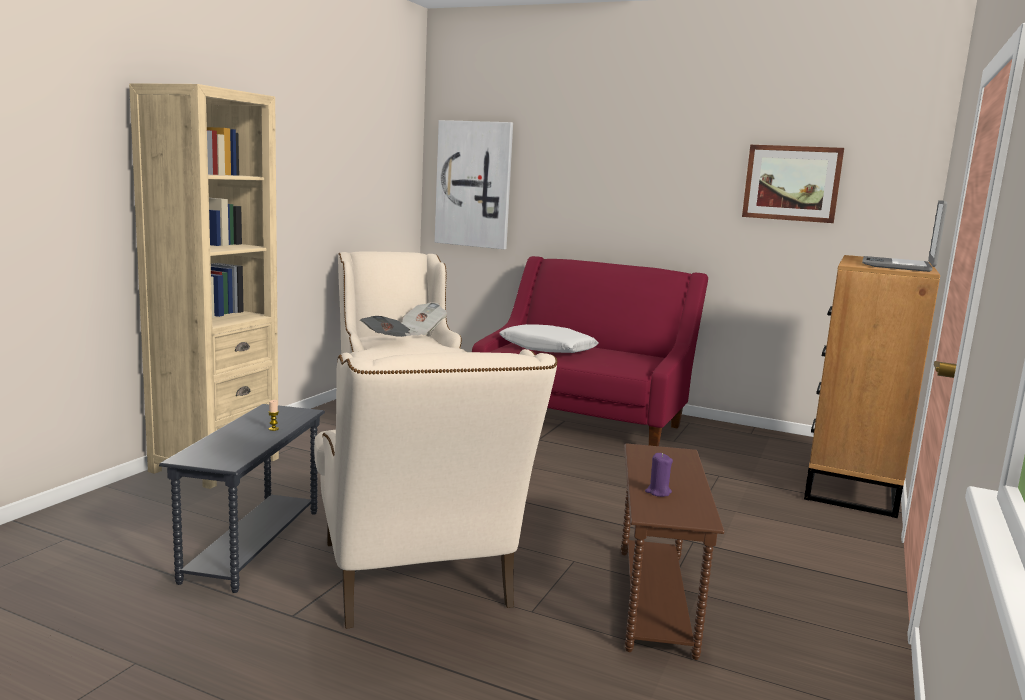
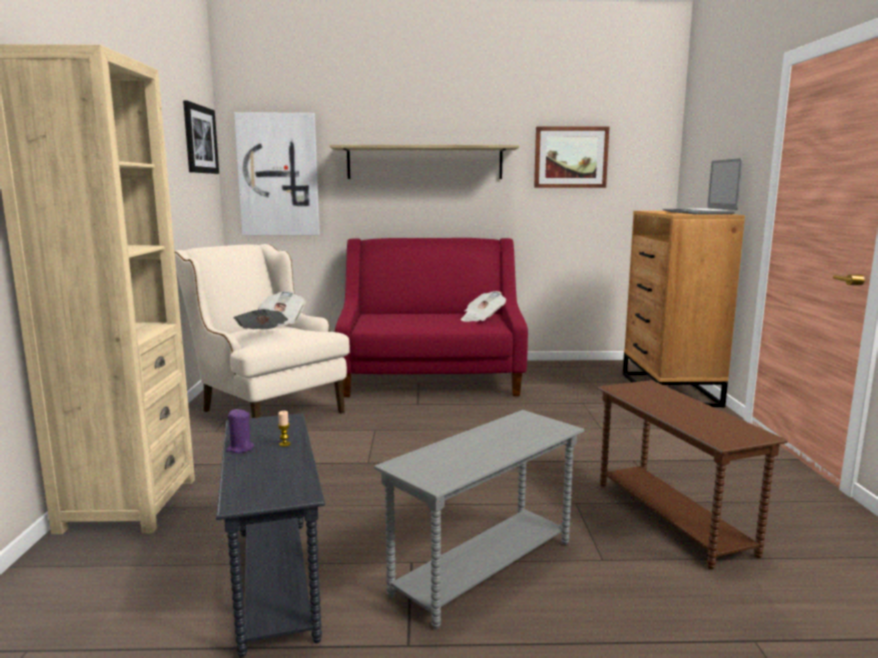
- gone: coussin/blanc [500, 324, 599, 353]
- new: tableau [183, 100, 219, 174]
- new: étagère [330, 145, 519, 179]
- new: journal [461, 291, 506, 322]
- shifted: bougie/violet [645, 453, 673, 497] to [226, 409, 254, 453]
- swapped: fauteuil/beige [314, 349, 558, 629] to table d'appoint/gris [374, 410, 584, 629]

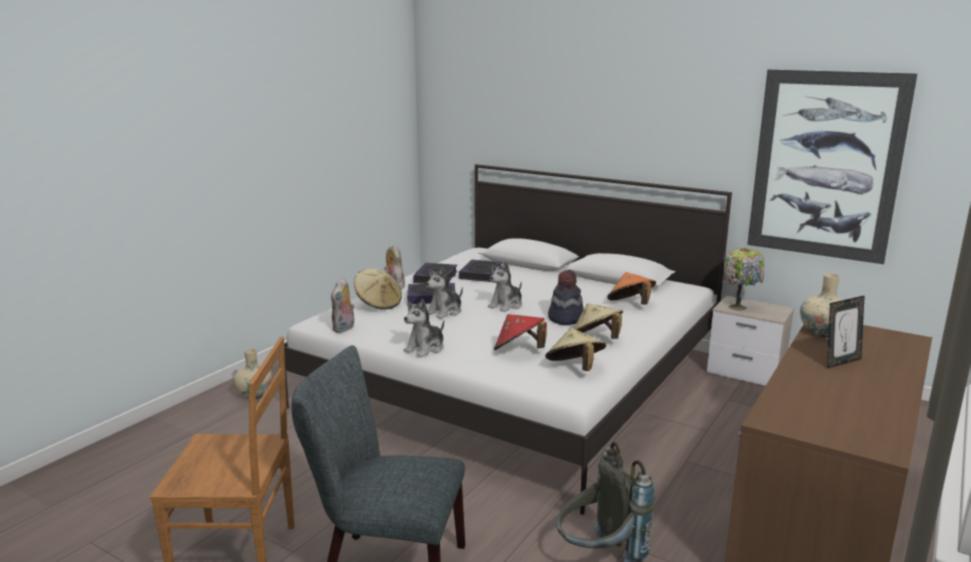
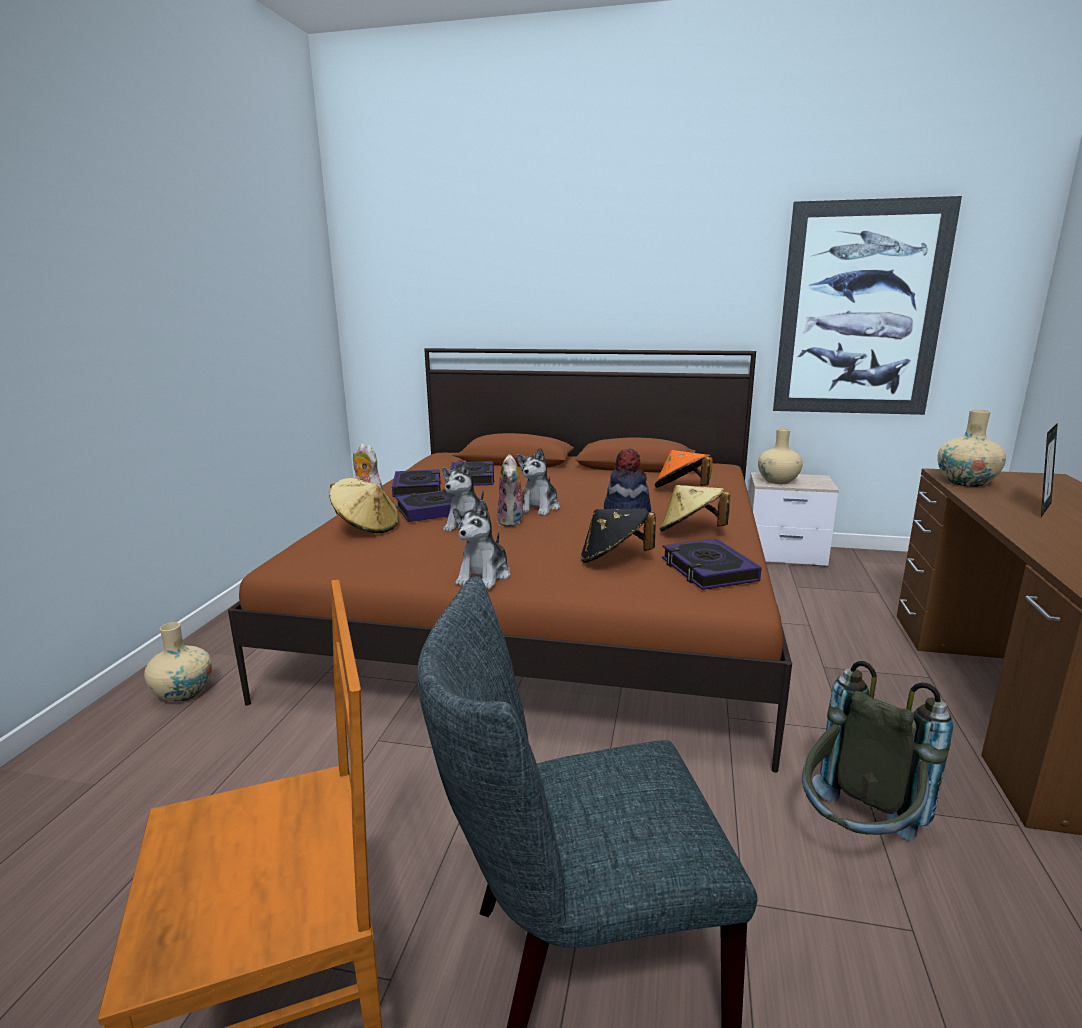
- shifted: peluche [331, 278, 354, 333] to [497, 454, 527, 527]
- swapped: chapeau/beige [545, 328, 606, 371] to livre [662, 538, 762, 590]
- swapped: lampe de table [723, 248, 765, 310] to vase/beige [758, 428, 803, 484]
- repainted: lit/blanc [284, 164, 732, 515] to lit/marron [228, 348, 792, 773]
- repainted: chapeau/rouge [494, 314, 547, 350] to chapeau/noir [580, 508, 656, 563]

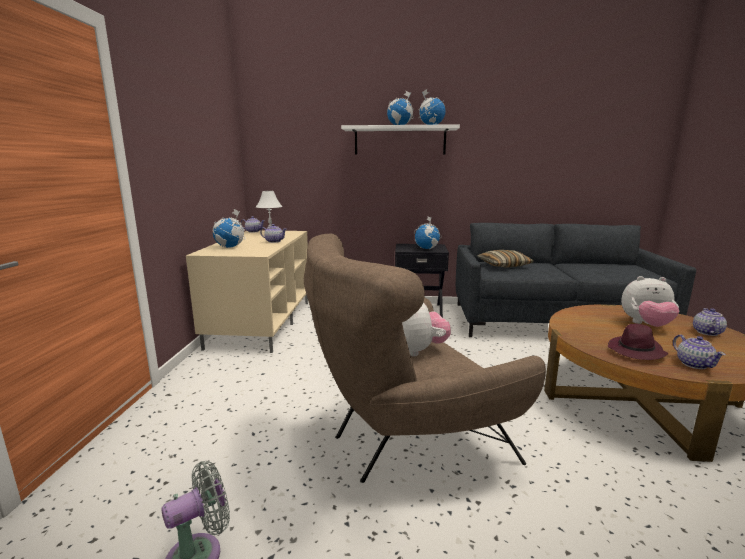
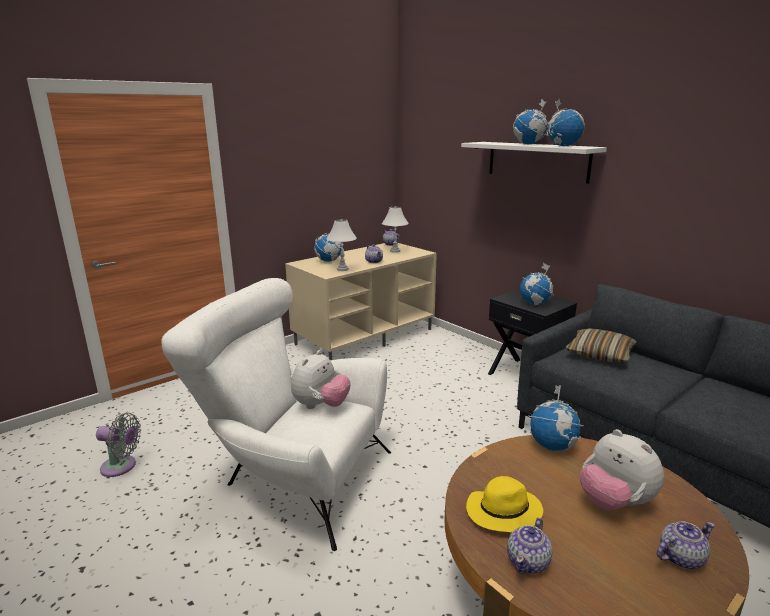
- new: lampe de table/blanc [326, 219, 357, 271]
- new: globe [528, 385, 584, 451]
- repainted: fauteuil/marron [304, 234, 546, 483] to fauteuil/blanc [161, 278, 391, 551]
- repainted: chapeau/violet [608, 324, 668, 360] to chapeau/jaune [466, 476, 543, 532]

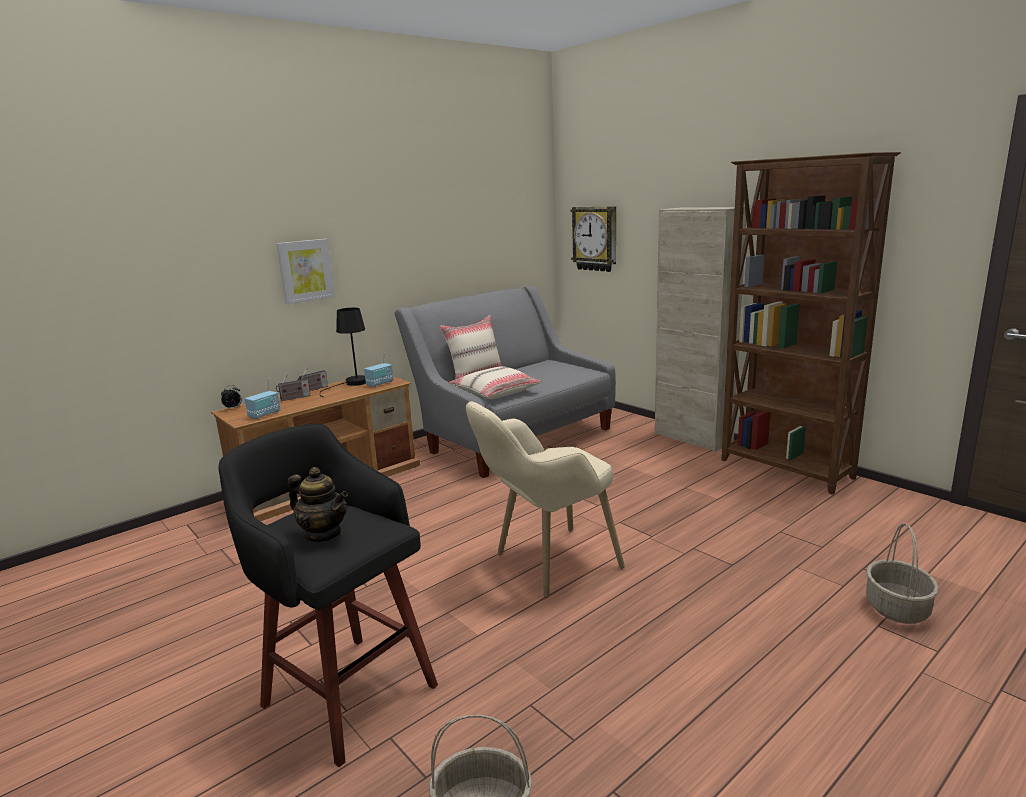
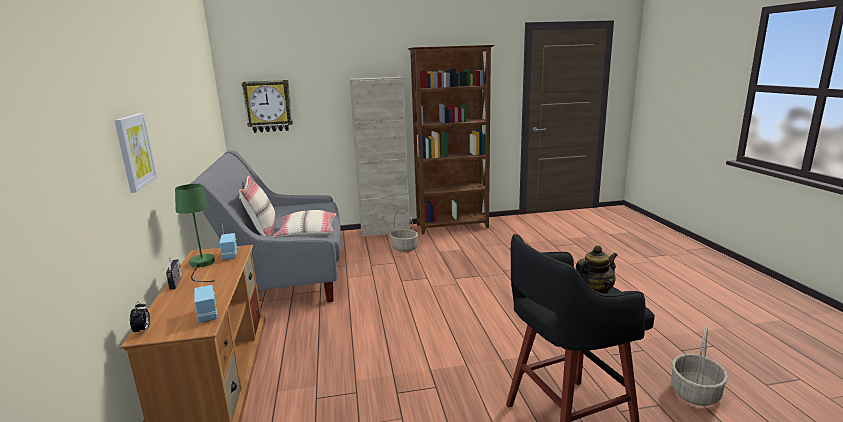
- gone: radio [276, 373, 311, 401]
- gone: fauteuil/beige [466, 401, 625, 598]
- shifted: panier [866, 523, 939, 624] to [389, 210, 418, 252]
- repainted: lampe de table/noir [319, 308, 366, 397] to lampe de table/vert [175, 184, 215, 282]

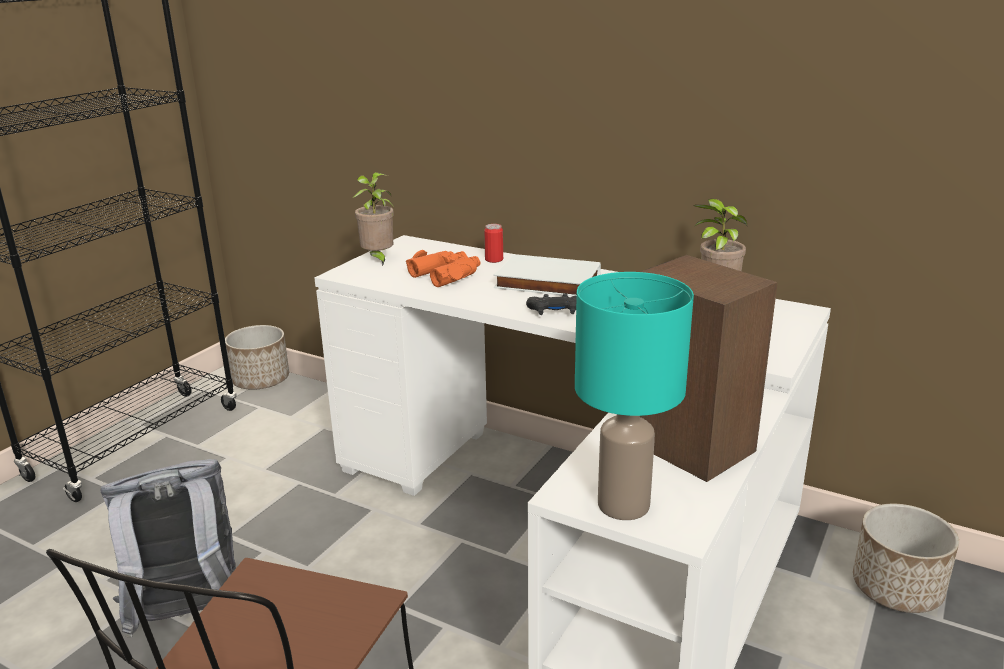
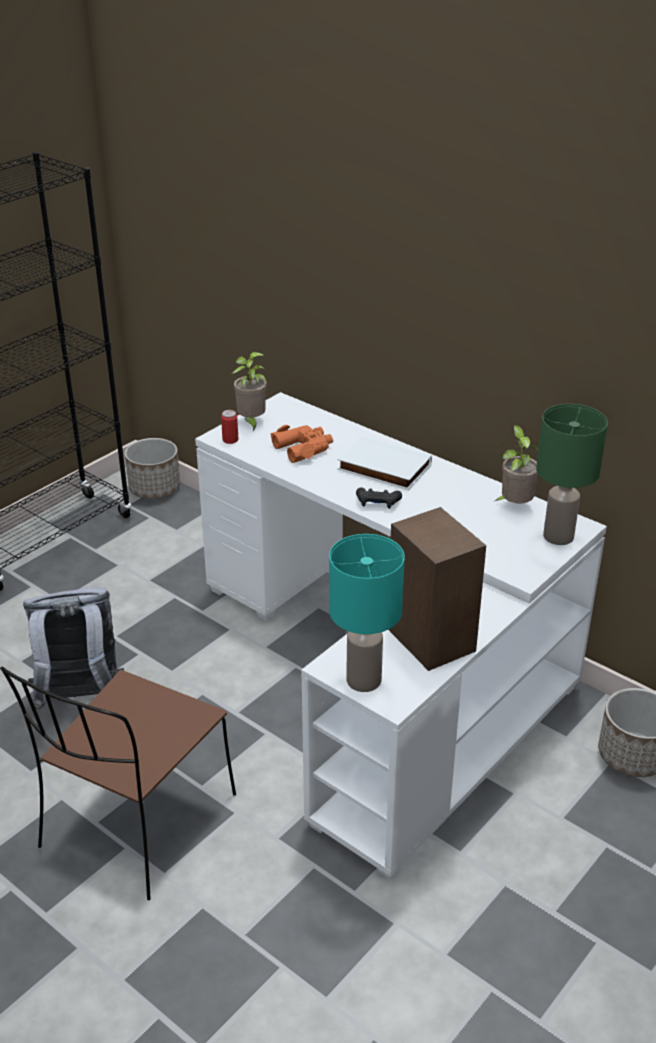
- new: lampe de table/vert [536, 404, 608, 545]
- shifted: boîte métallique [484, 224, 503, 263] to [221, 410, 239, 444]

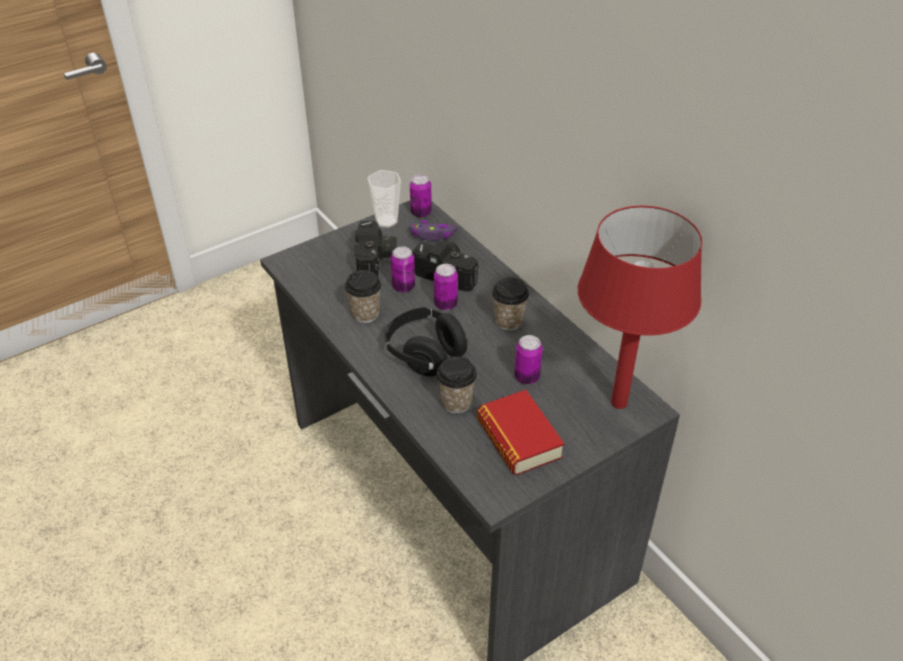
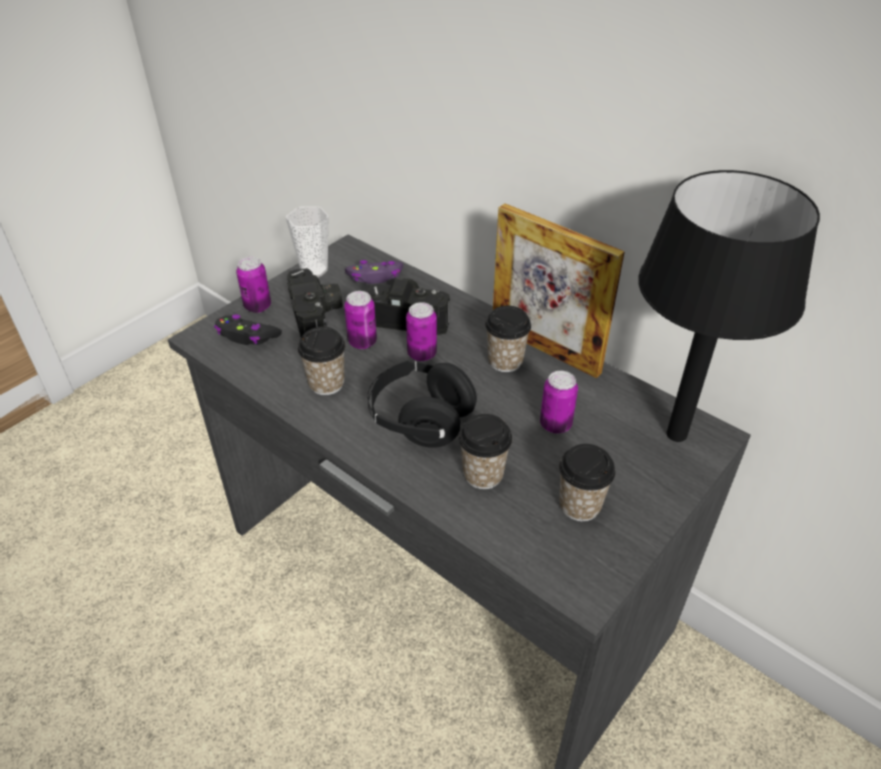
- new: manette/noir [214, 314, 282, 345]
- new: cadre photo [493, 203, 625, 378]
- shifted: boîte métallique [410, 174, 432, 218] to [236, 257, 271, 313]
- swapped: livre [477, 390, 564, 475] to tasse [559, 444, 615, 521]
- repainted: lampe de table/rouge [578, 205, 702, 409] to lampe de table/noir [638, 170, 820, 442]

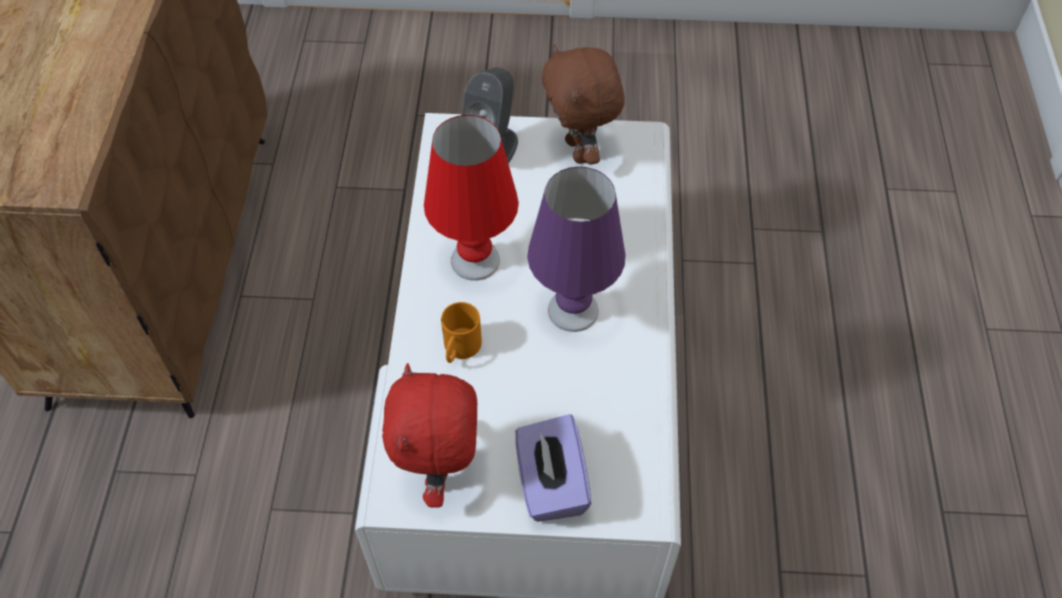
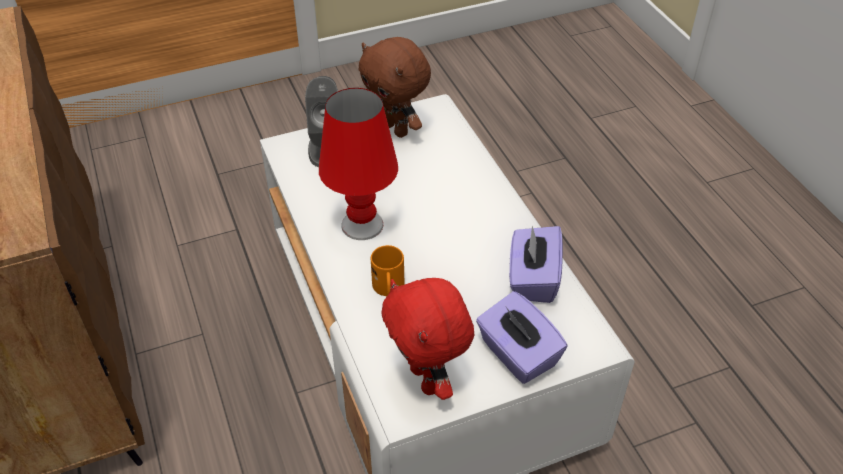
- gone: lampe de table/violet [527, 167, 625, 332]
- new: boîte à mouchoirs/violet [509, 226, 563, 303]

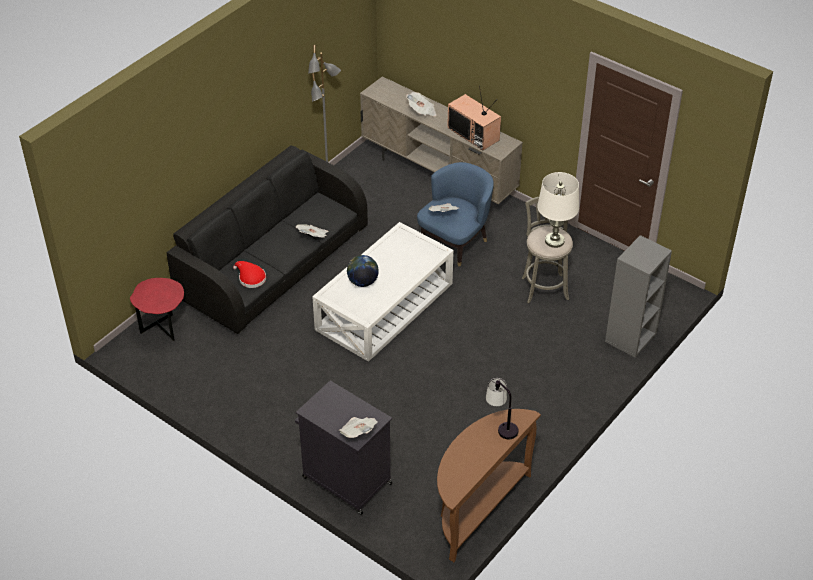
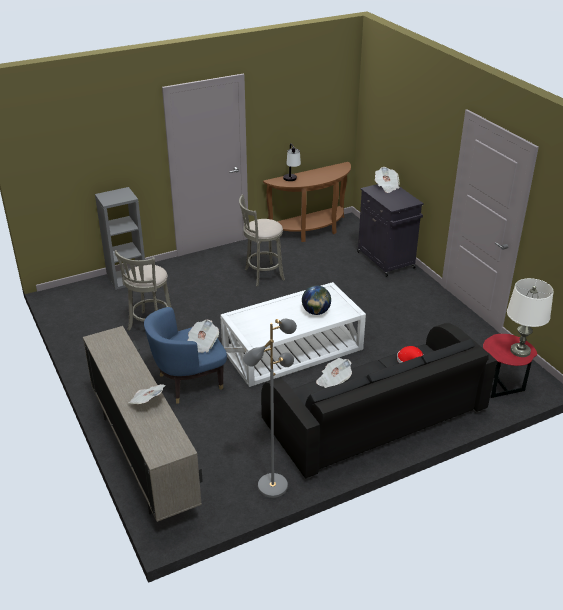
- gone: téléviseur [447, 86, 501, 151]
- new: tabouret/gris [239, 194, 285, 287]
- shifted: lampe de table/blanc [537, 172, 579, 248] to [507, 278, 554, 357]

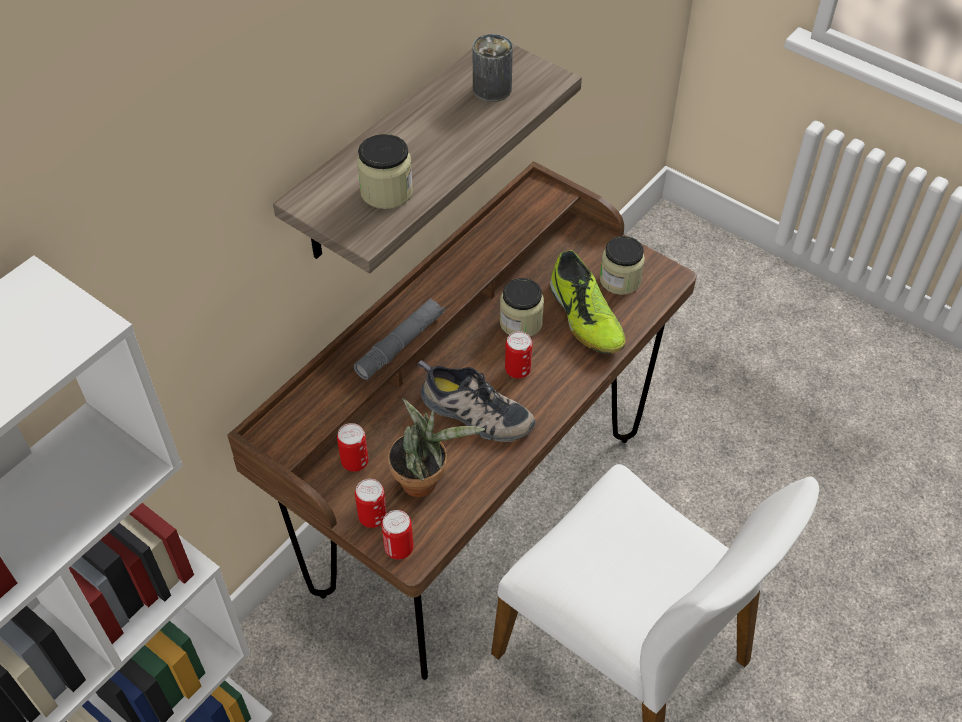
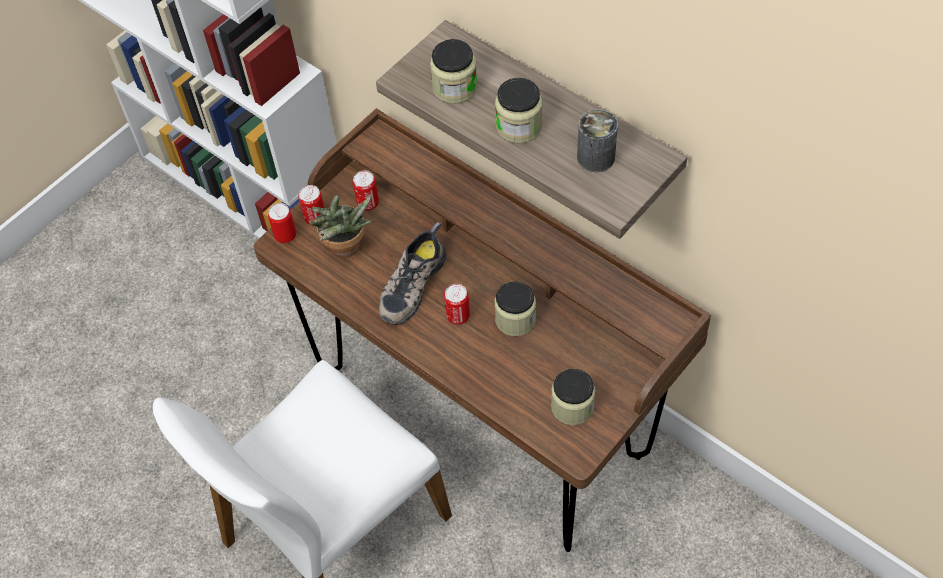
- gone: lampe de poche/gris [354, 298, 445, 380]
- gone: chaussure [550, 250, 626, 354]
- new: bocal [495, 78, 542, 143]

